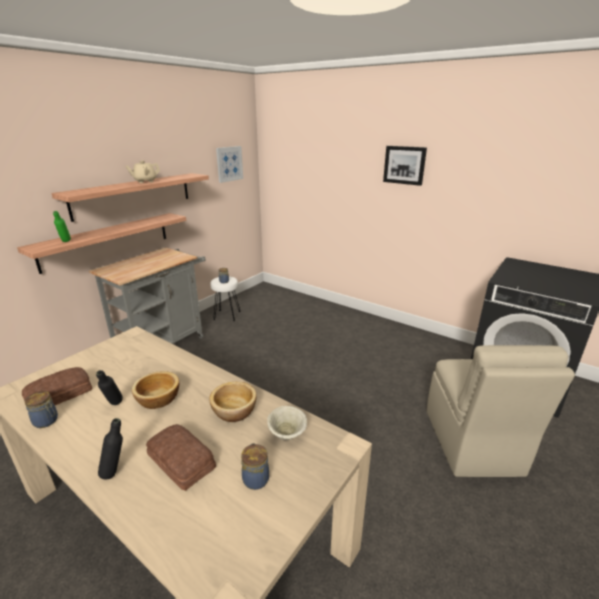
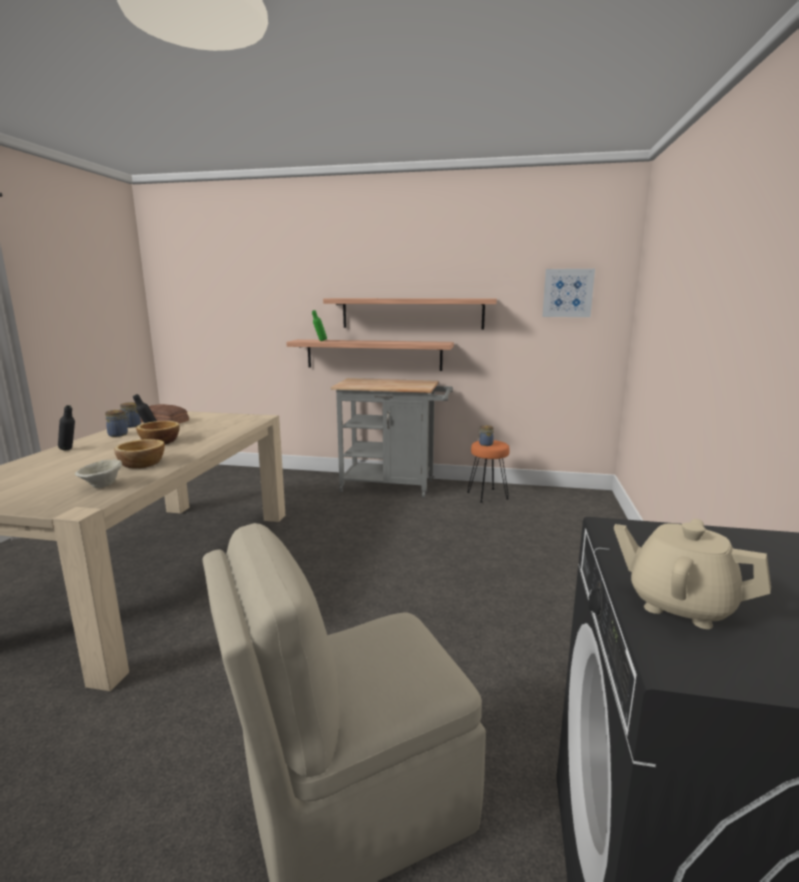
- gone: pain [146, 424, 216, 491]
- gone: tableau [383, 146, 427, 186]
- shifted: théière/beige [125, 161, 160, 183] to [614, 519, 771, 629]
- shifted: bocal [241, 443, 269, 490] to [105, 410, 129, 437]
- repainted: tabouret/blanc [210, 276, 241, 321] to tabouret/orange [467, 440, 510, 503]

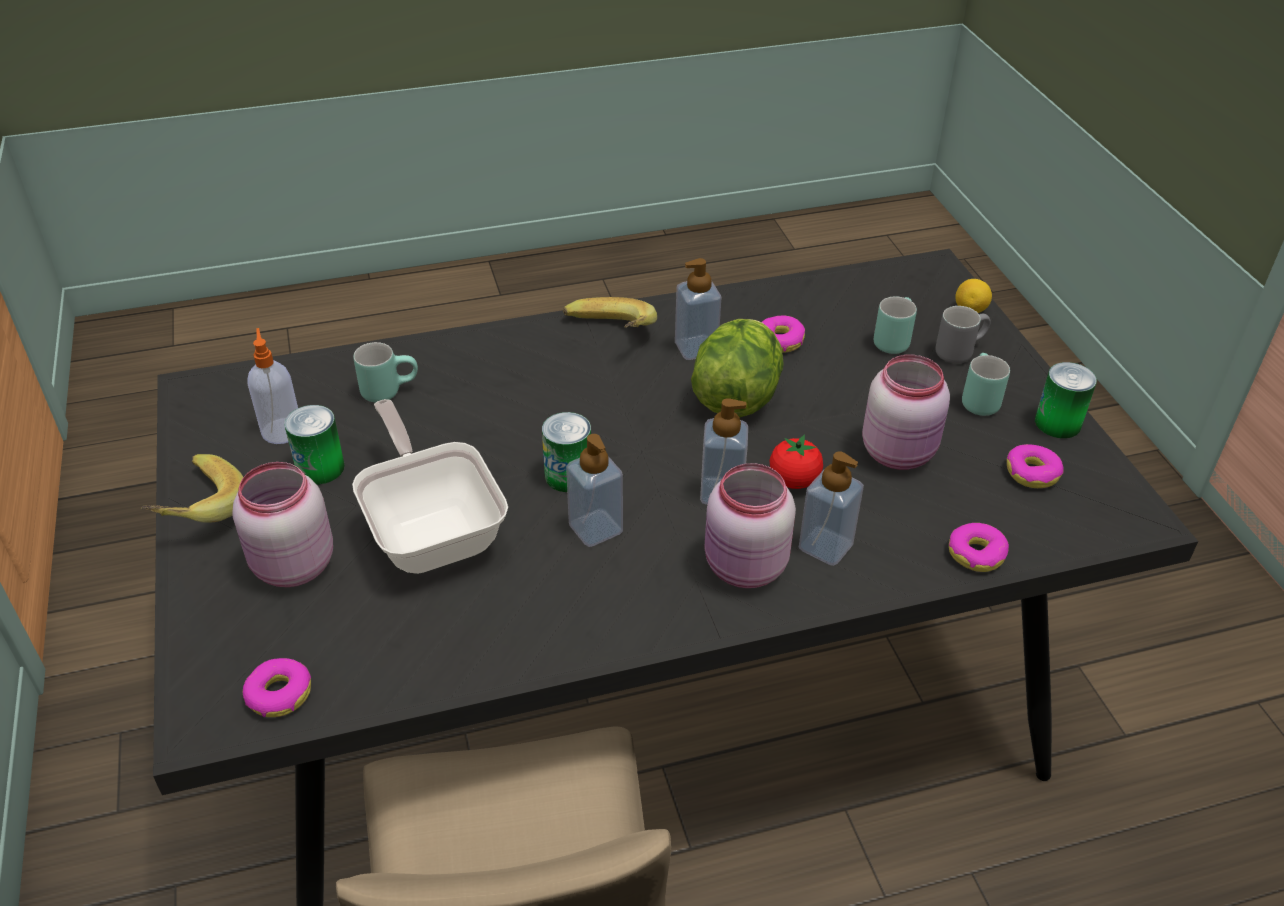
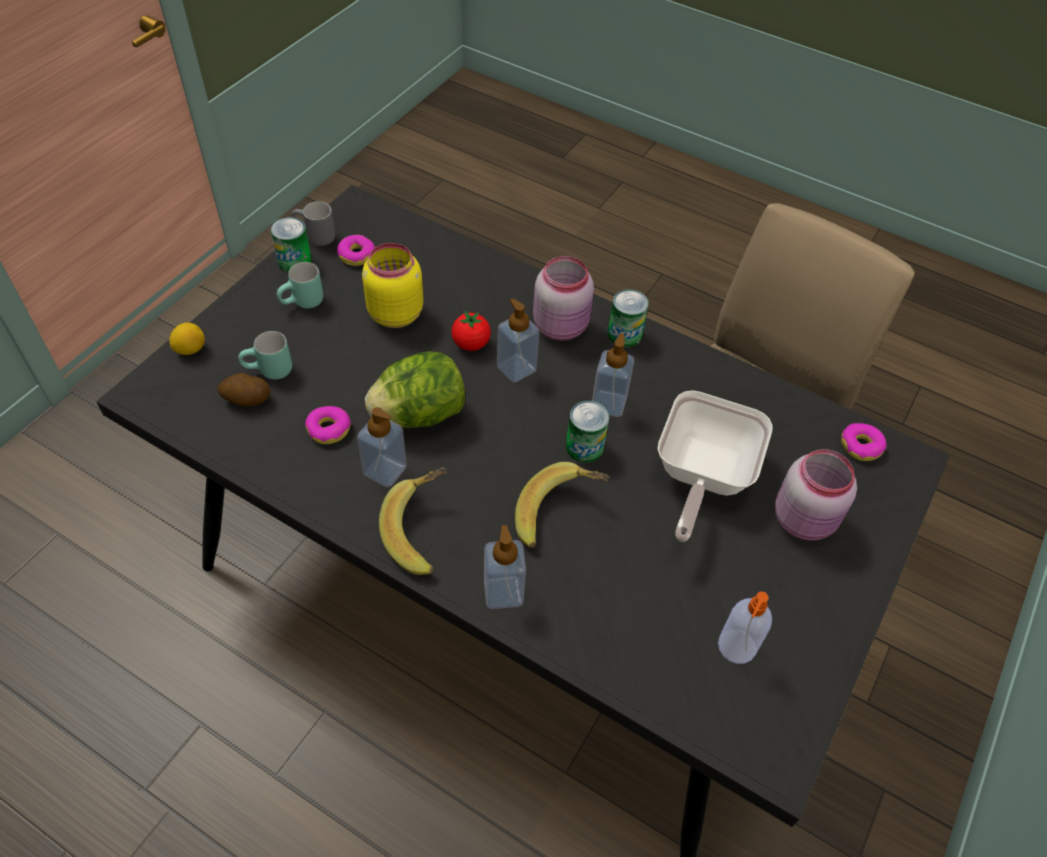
- gone: mug/turquoise [354, 342, 418, 402]
- gone: beignet [949, 523, 1009, 572]
- new: pomme de terre [217, 373, 271, 406]
- shifted: banane [141, 454, 243, 523] to [515, 462, 610, 548]
- shifted: boîte métallique [284, 405, 345, 485] to [608, 289, 649, 347]
- shifted: distributeur de savon [799, 451, 864, 566] to [484, 525, 526, 609]
- shifted: mug/gris [935, 306, 990, 363] to [292, 201, 336, 246]
- repainted: bocal/rose [862, 355, 950, 470] to bocal/jaune [362, 243, 423, 328]

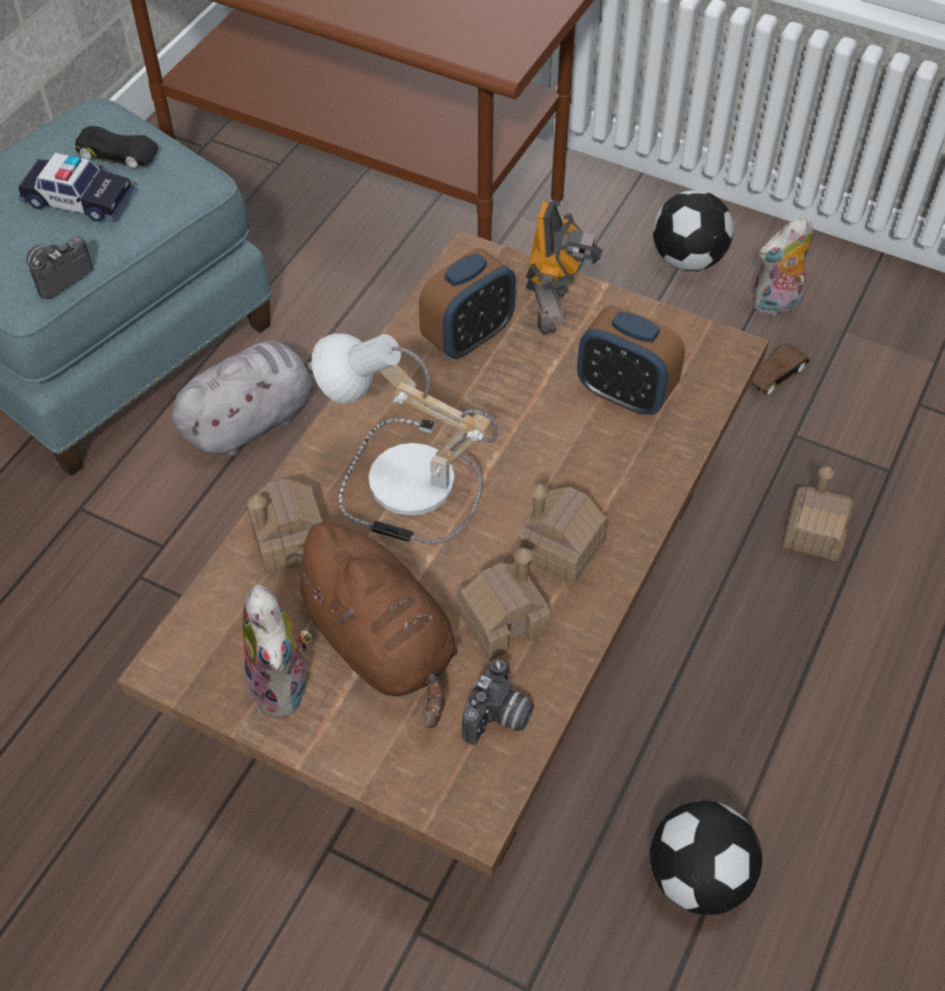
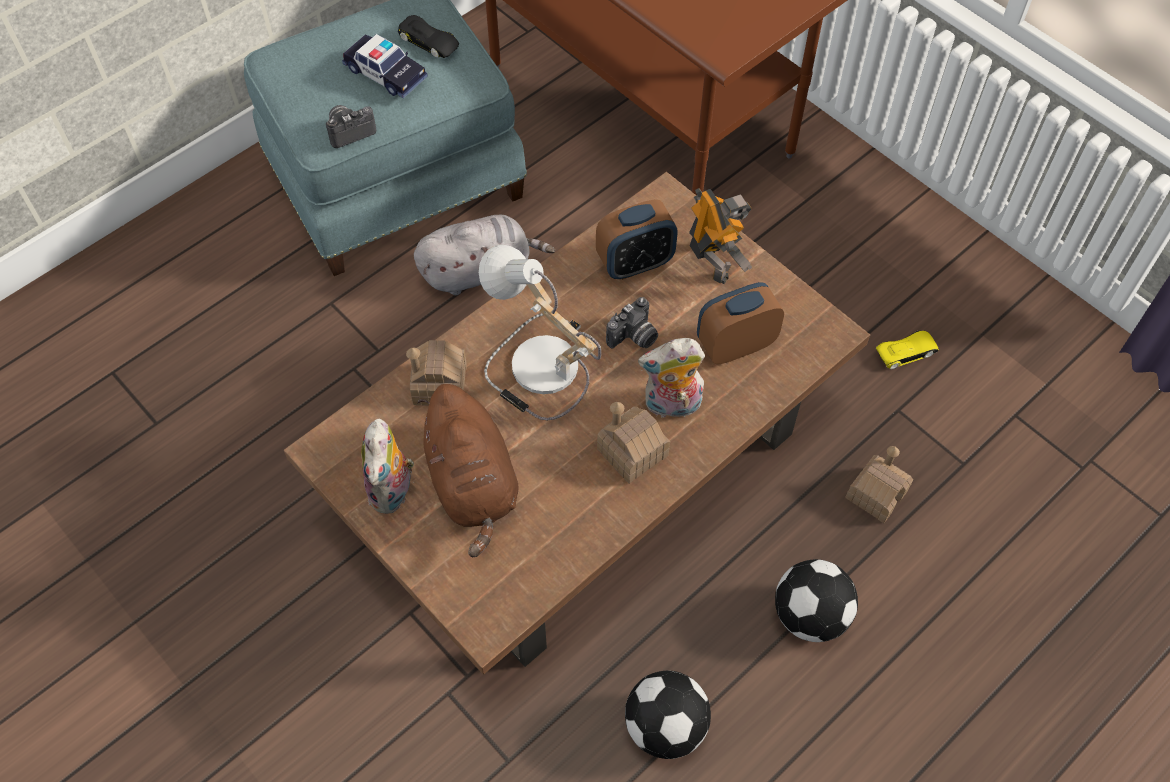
- gone: maison miniature [457, 548, 551, 661]
- shifted: appareil photo [462, 659, 534, 745] to [606, 297, 658, 349]
- shifted: ballon de foot [653, 190, 734, 271] to [775, 559, 858, 642]
- shifted: peluche [752, 217, 813, 316] to [638, 338, 705, 418]
- repainted: petite voiture/marron [750, 344, 810, 395] to petite voiture/jaune [876, 330, 939, 369]
- rotated: robot jouet [526, 202, 603, 335] = [689, 188, 753, 284] 60 degrees counterclockwise
- rotated: réveil [577, 306, 685, 415] = [697, 282, 784, 364] 105 degrees clockwise

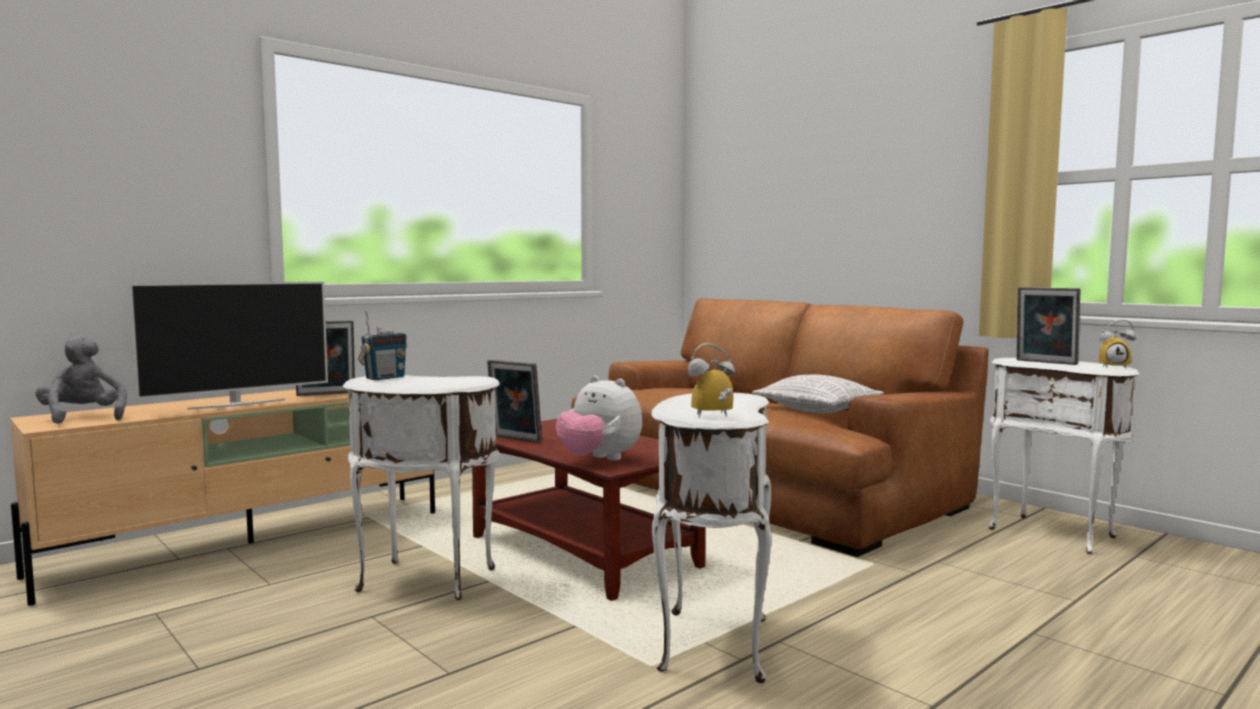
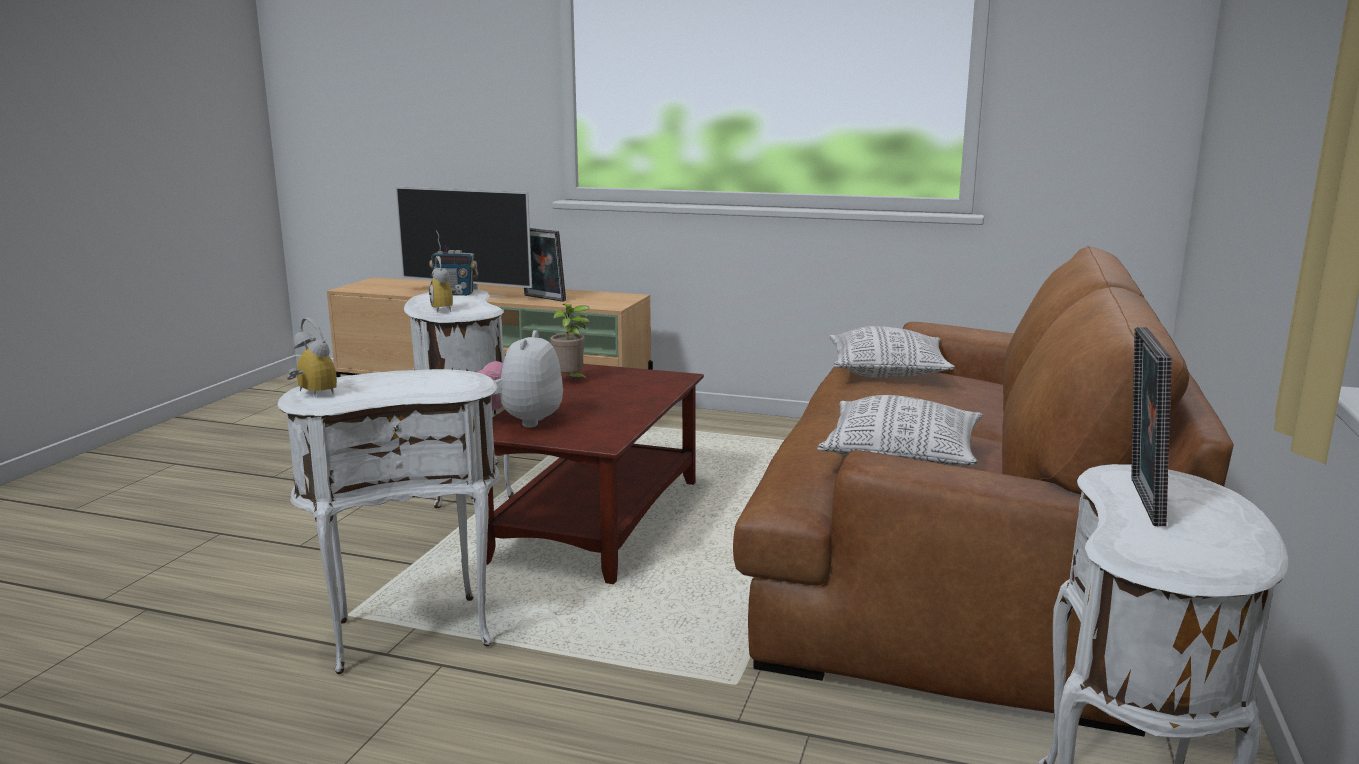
- gone: peluche/gris [35, 335, 127, 424]
- new: coussin [829, 326, 955, 378]
- shifted: réveil [1099, 319, 1136, 368] to [429, 256, 463, 312]
- swapped: cadre photo [487, 360, 542, 443] to plante en pot [550, 304, 590, 381]

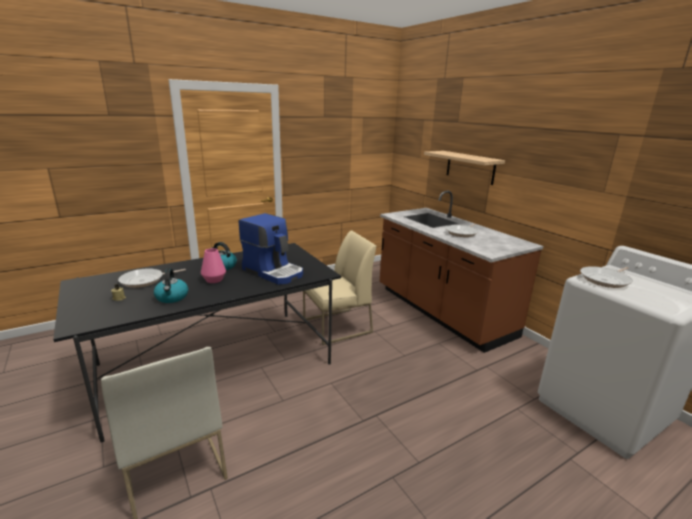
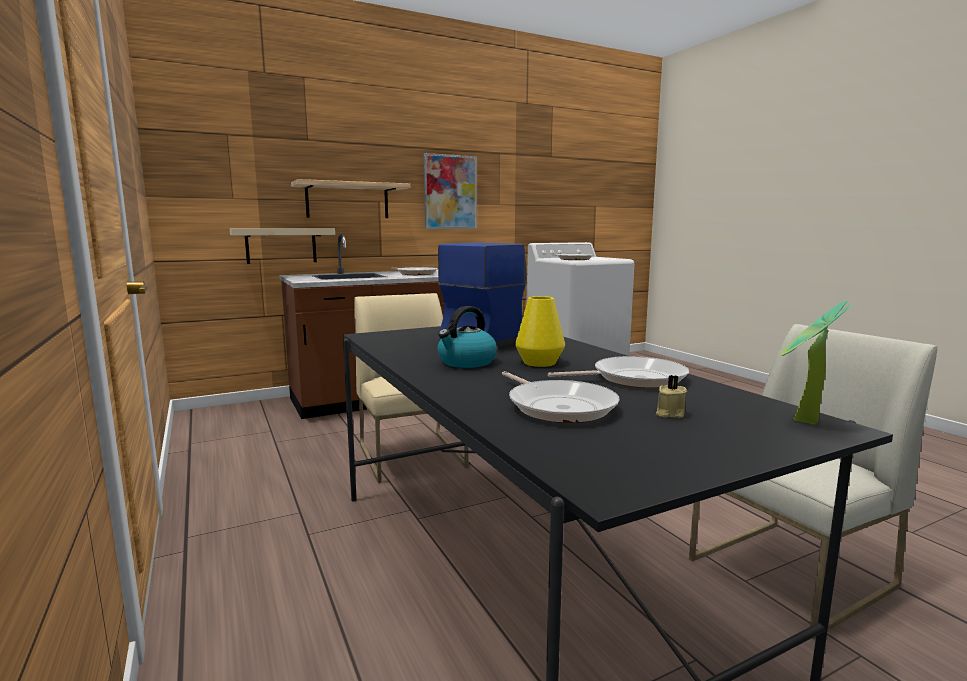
- new: étagère/beige [230, 229, 335, 264]
- new: tableau [423, 153, 477, 229]
- new: plante en pot [781, 300, 852, 424]
- swapped: bouilloire [154, 268, 188, 303] to poêle [548, 356, 689, 388]
- repainted: vase/rose [201, 248, 226, 283] to vase/jaune [515, 296, 565, 367]

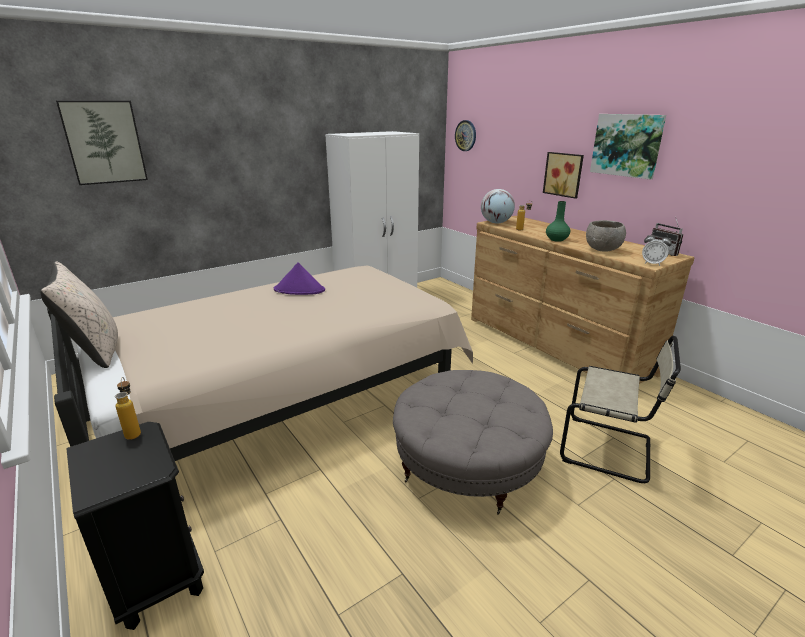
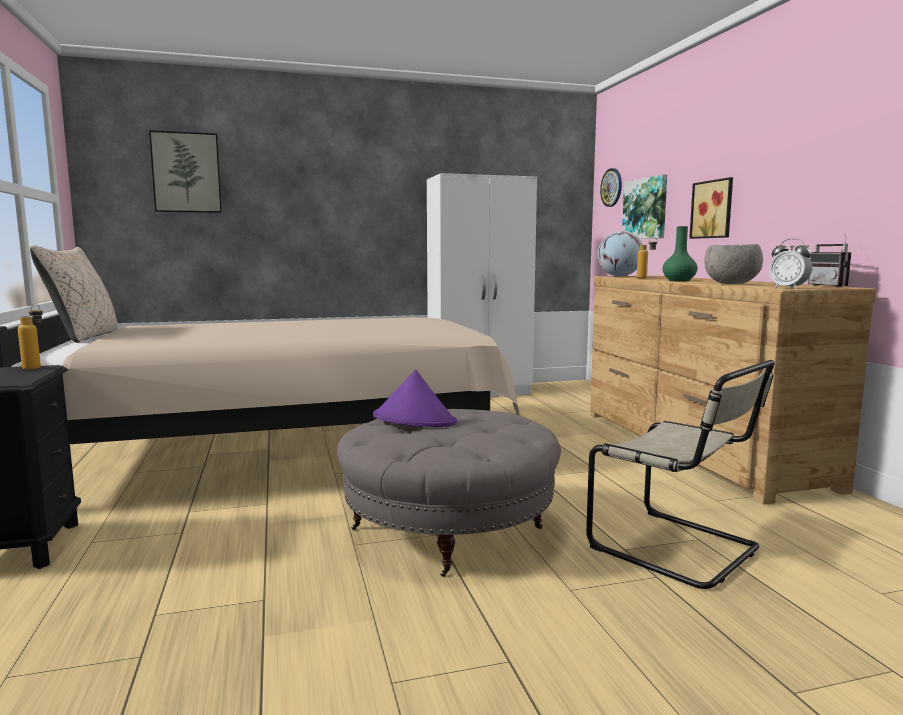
- shifted: chapeau/violet [274, 262, 325, 295] to [373, 370, 457, 427]
- shifted: tableau [590, 114, 666, 179] to [622, 174, 667, 239]

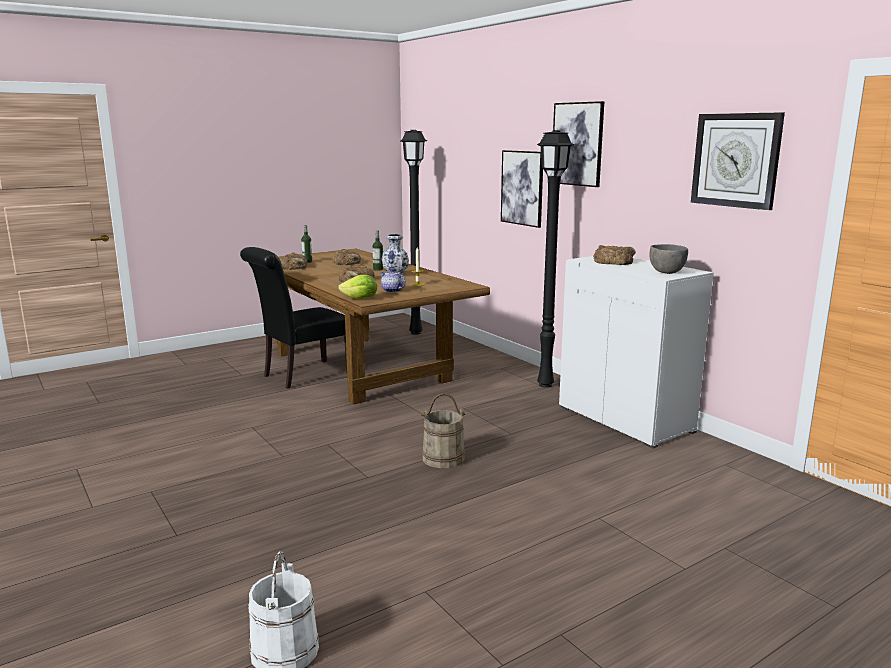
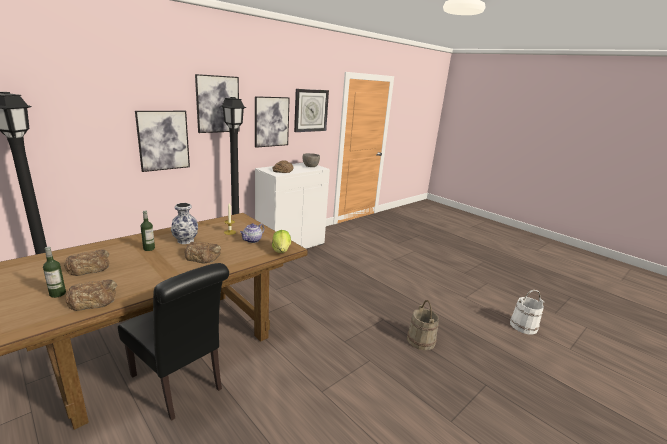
- new: tableau [255, 96, 290, 148]
- shifted: seau/beige [421, 393, 466, 468] to [407, 300, 439, 350]

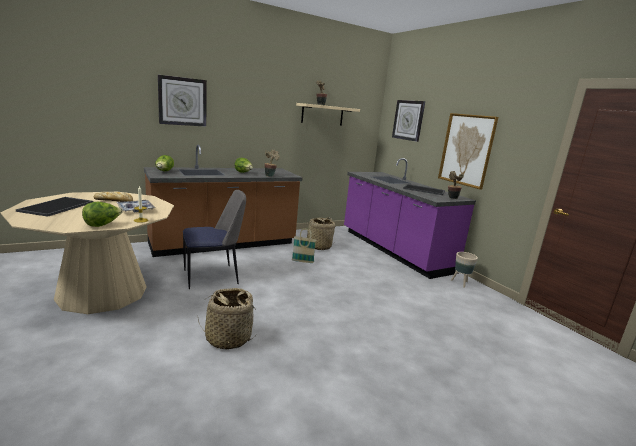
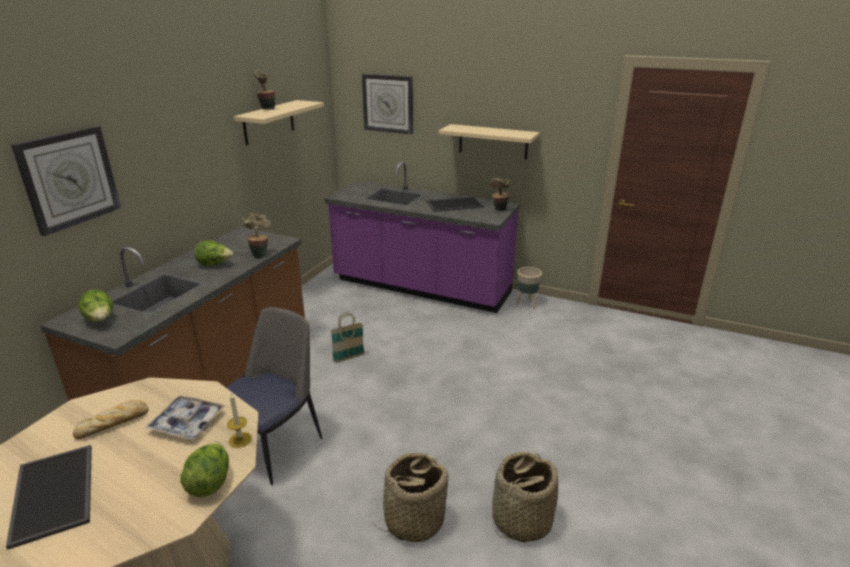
- shifted: panier [307, 217, 336, 250] to [492, 452, 558, 542]
- swapped: tableau [438, 113, 499, 190] to étagère/beige [439, 124, 540, 160]

